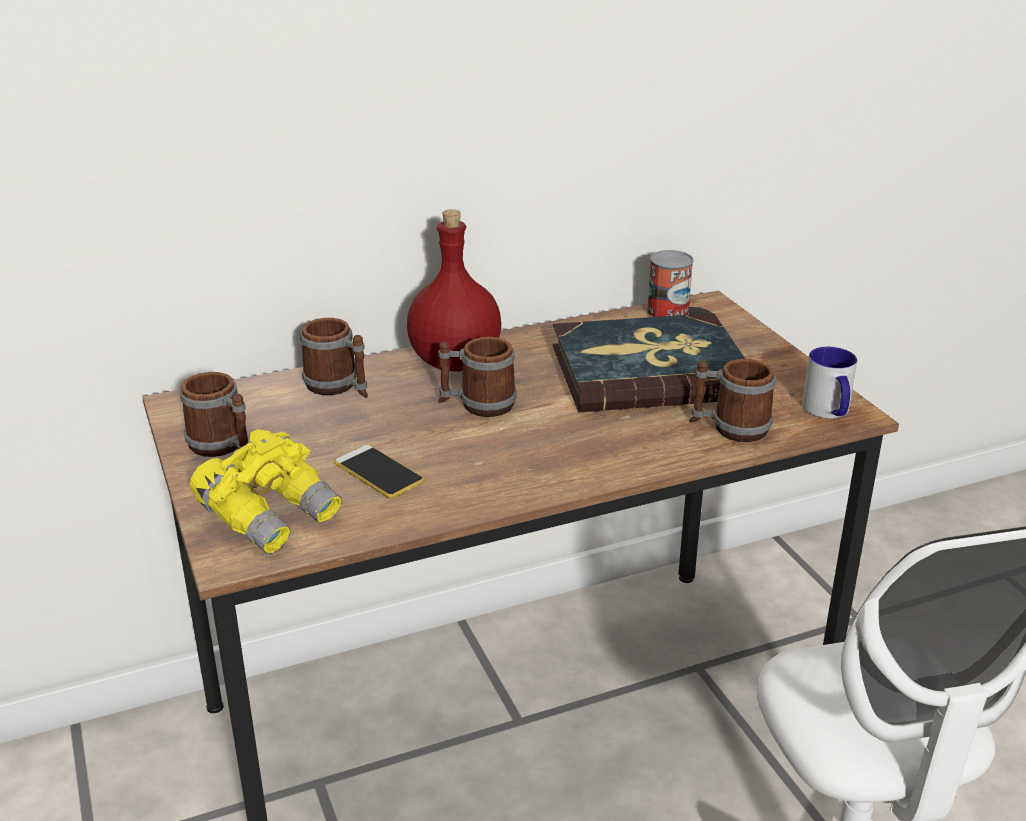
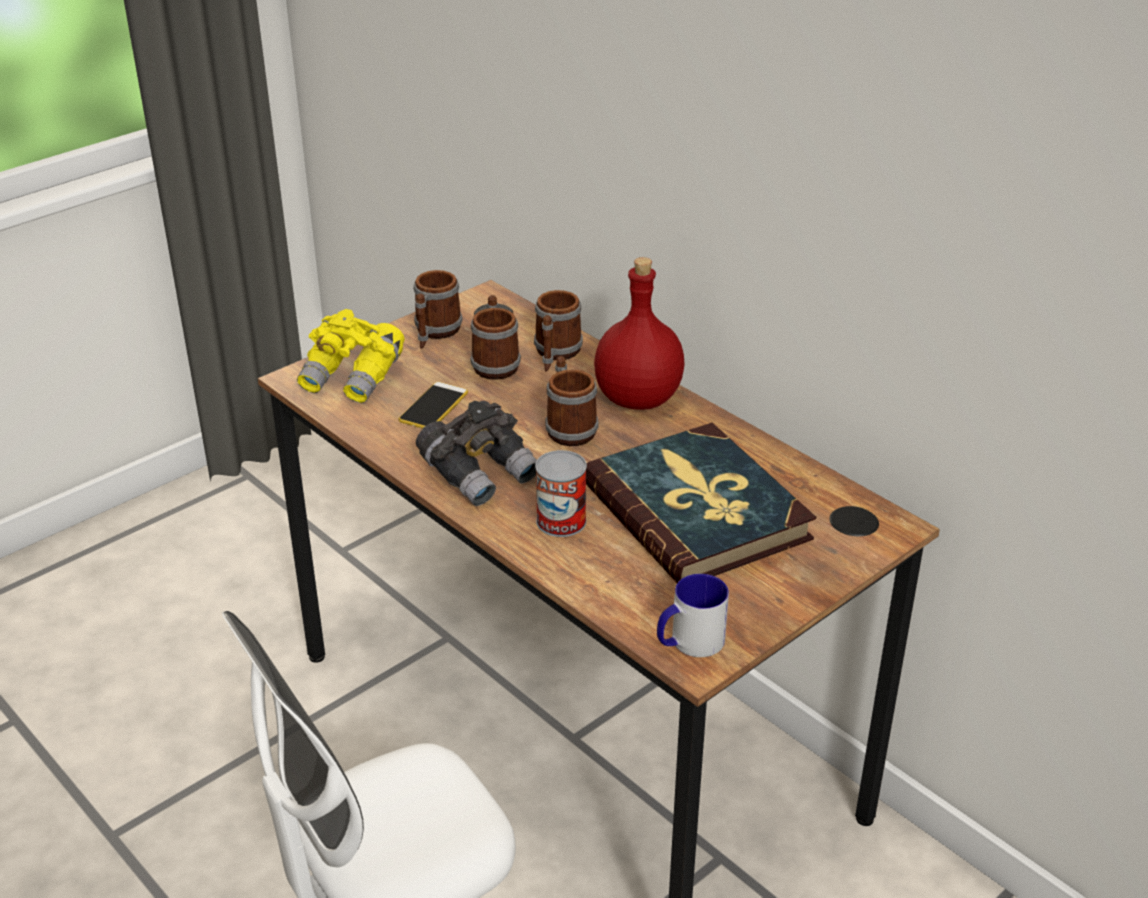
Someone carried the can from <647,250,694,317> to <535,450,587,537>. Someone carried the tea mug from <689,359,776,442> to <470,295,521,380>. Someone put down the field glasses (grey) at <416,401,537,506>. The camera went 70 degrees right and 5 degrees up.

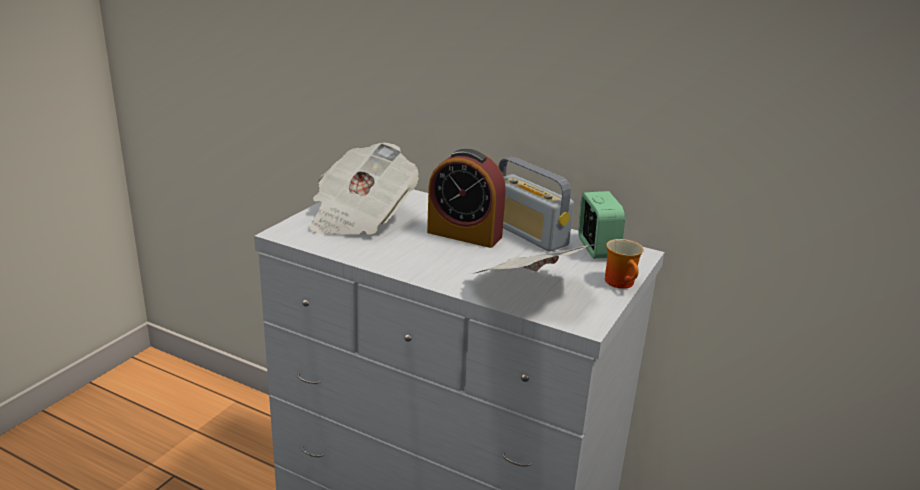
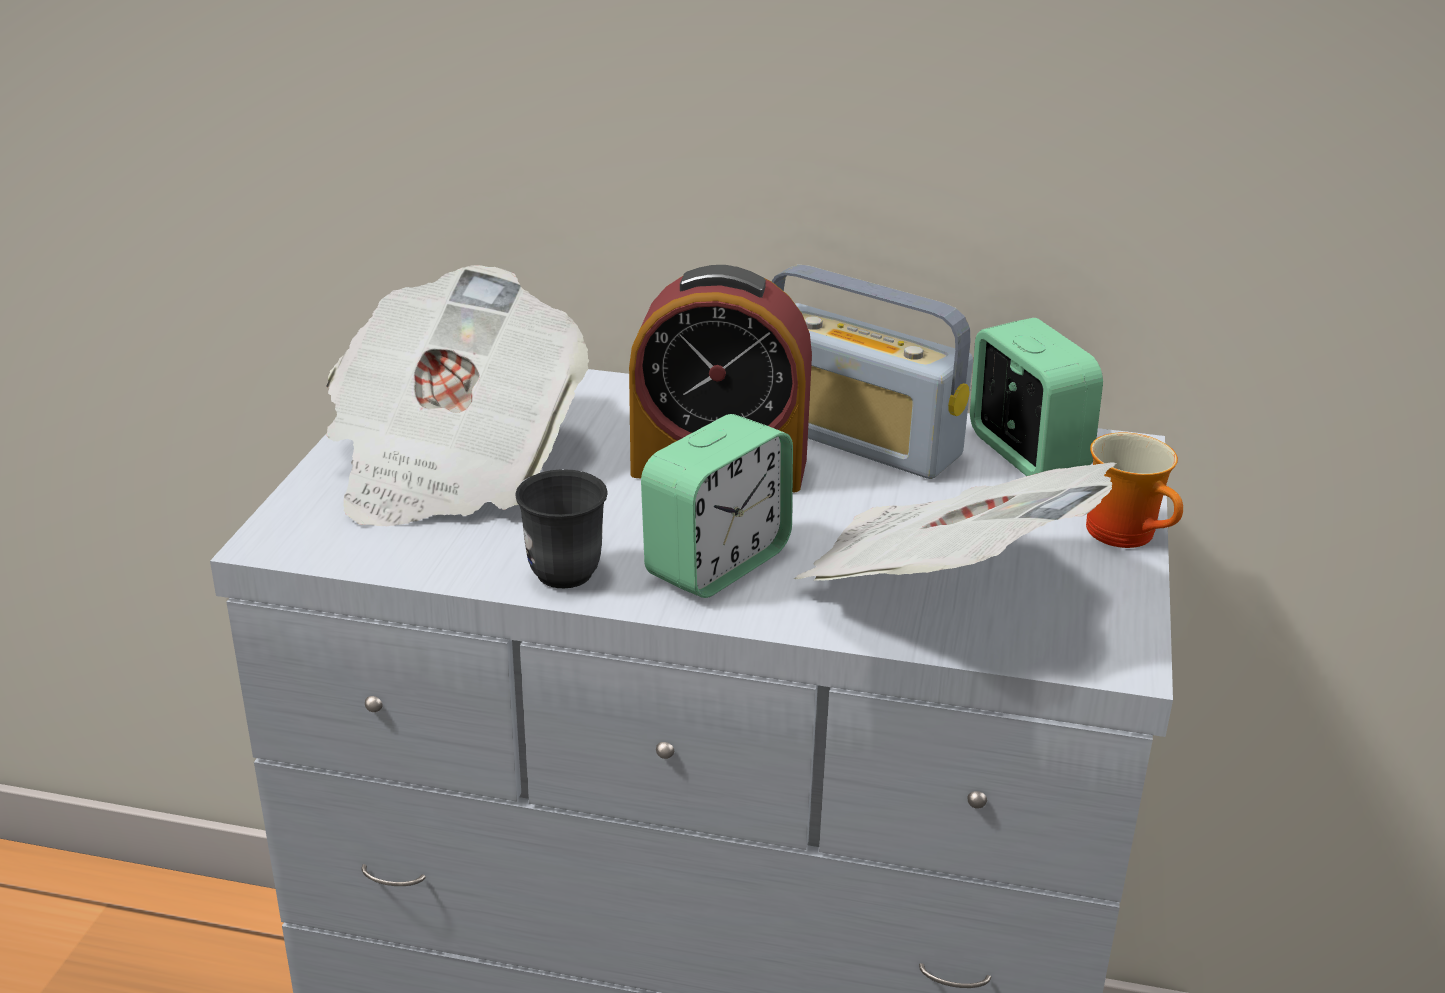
Someone put down the tea mug (grey) at <515,469,608,588>. Someone put down the alarm clock at <641,414,793,598>. The camera went 15 degrees left and 5 degrees up.

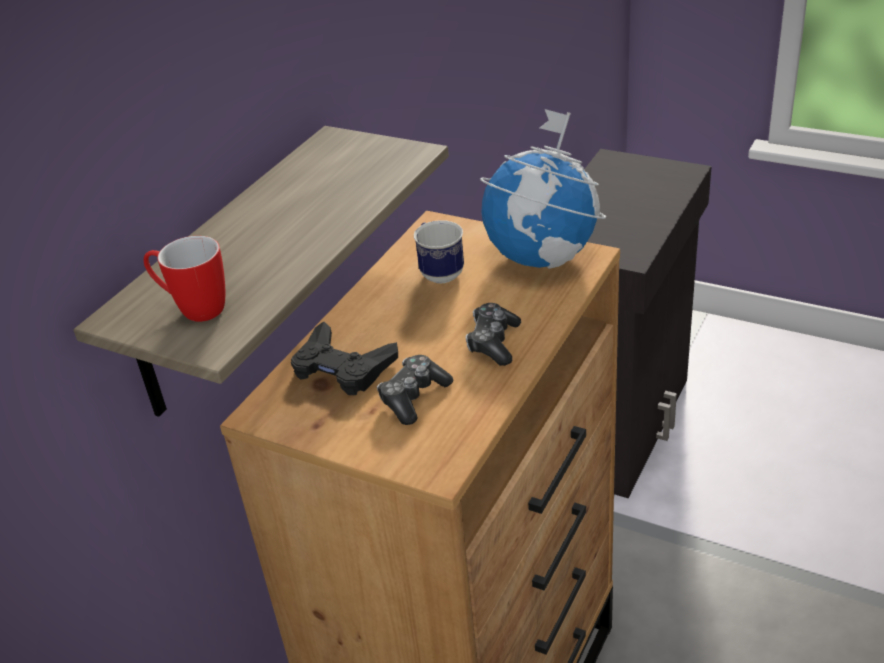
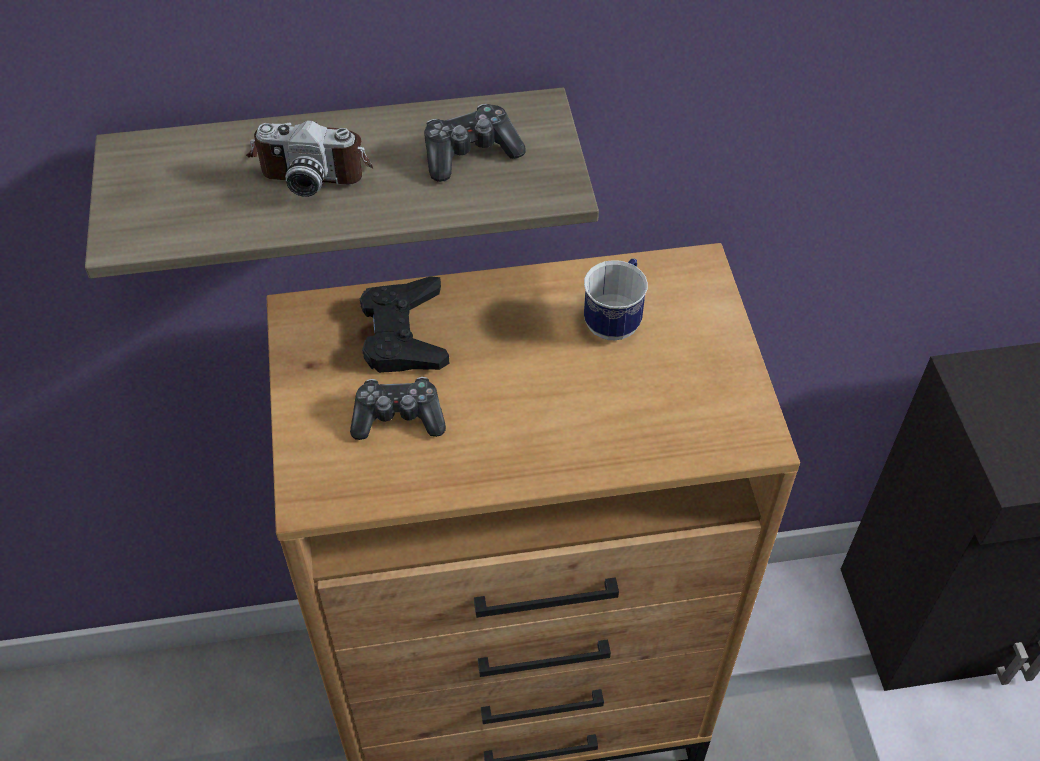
Someone took away the tea mug at <144,236,225,322>. Someone carried the gamepad from <465,303,521,366> to <424,104,526,182>. Someone took away the world globe at <480,109,606,268>. Someone put down the photo camera at <246,120,373,197>. The camera went 50 degrees right and 15 degrees up.

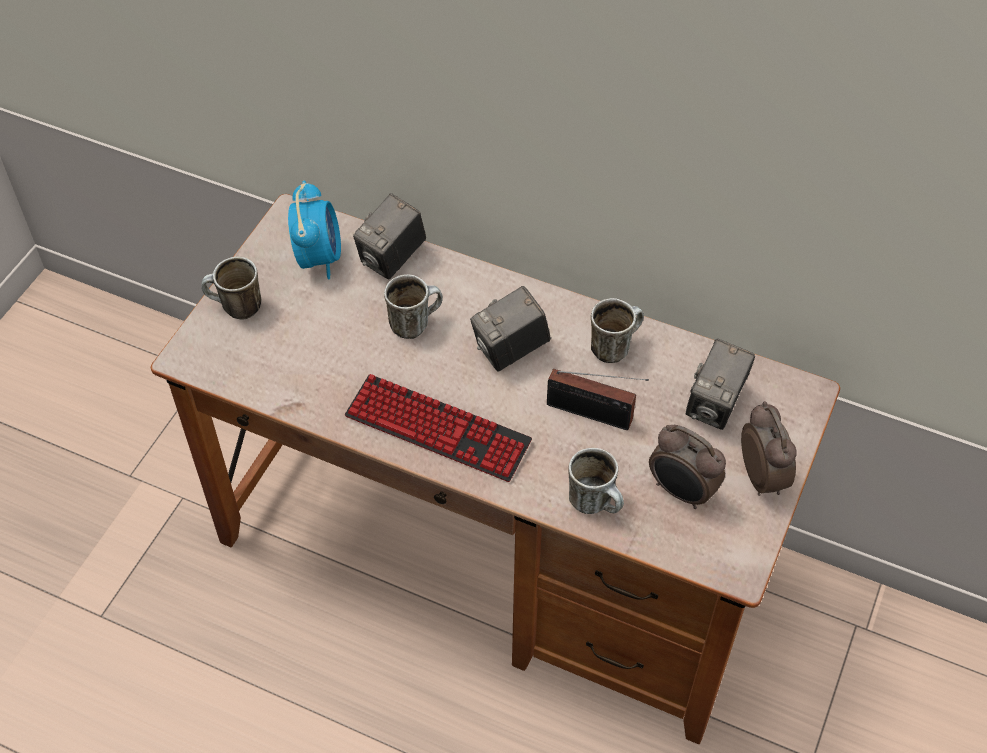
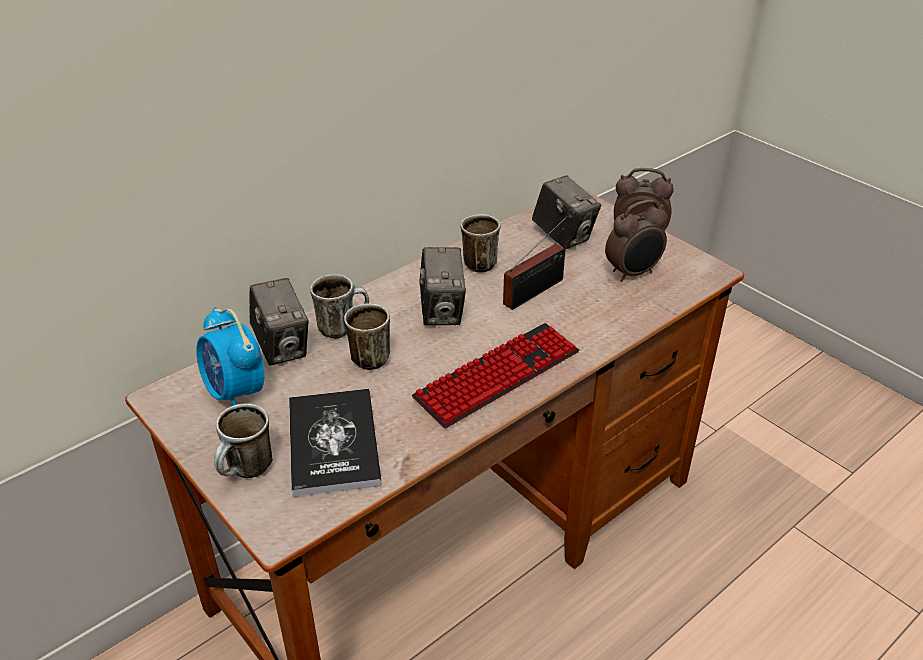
Someone rotated the alarm clock at <288,181,341,279> by 150 degrees counterclockwise. Someone carried the tea mug from <568,448,624,514> to <310,274,369,339>. Someone put down the book at <289,389,382,497>. The camera went 65 degrees left and 15 degrees down.

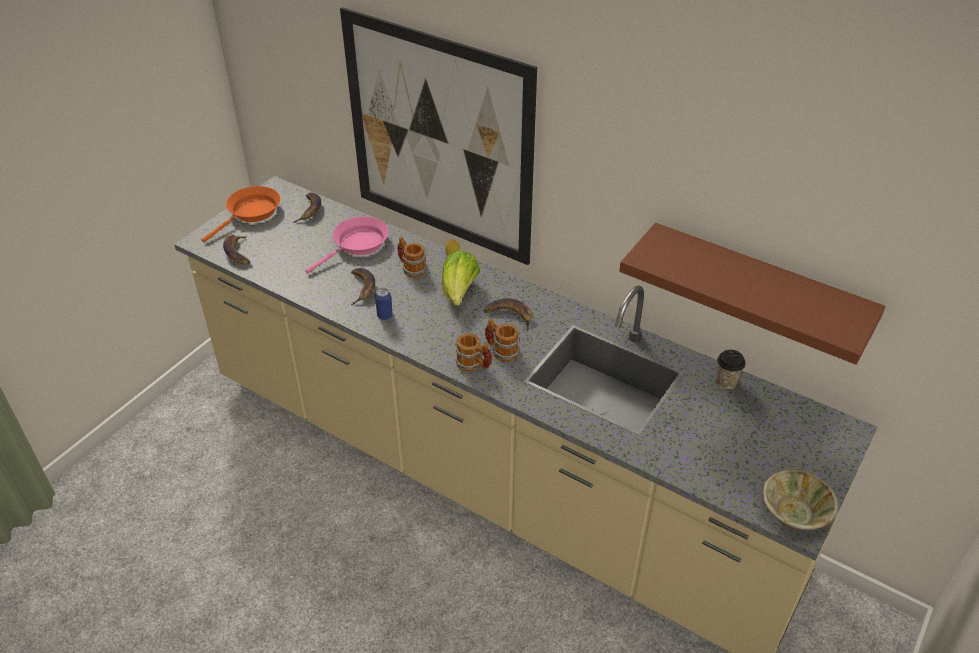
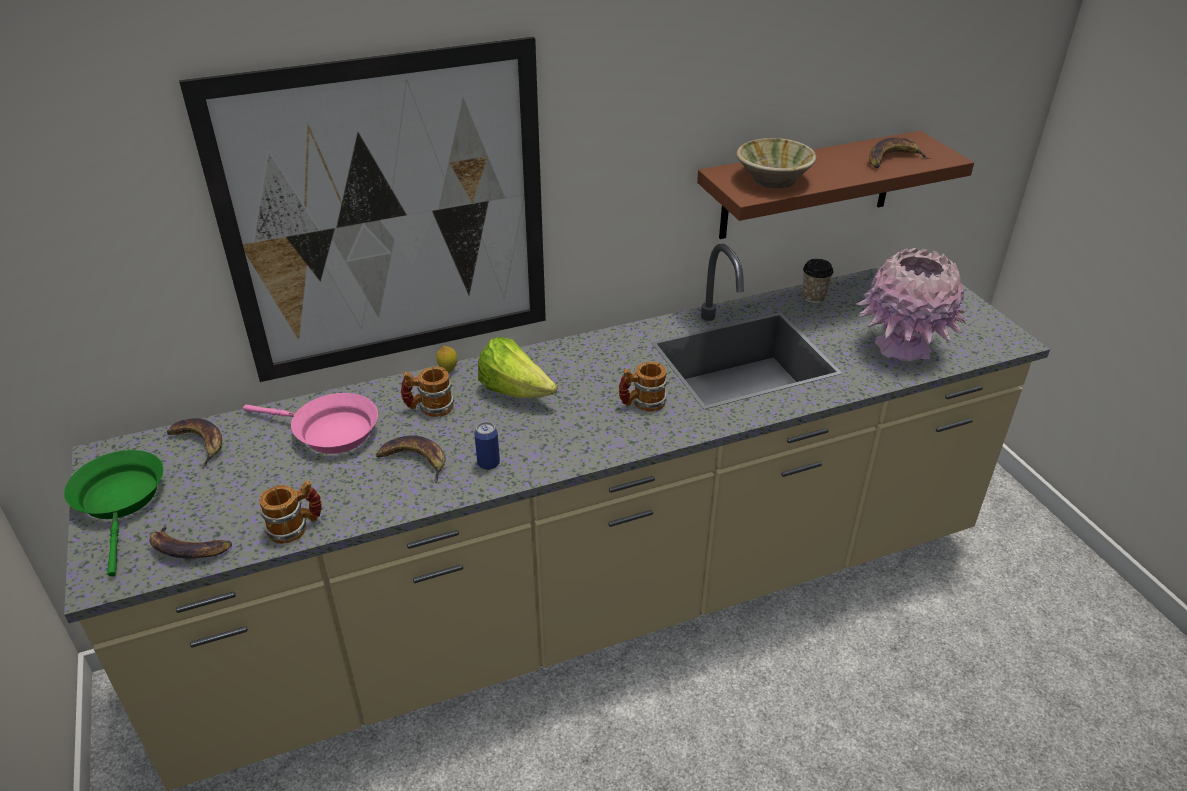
Someone repainted the skillet (orangey) at <201,186,280,242>, which became the skillet (greenish) at <64,450,163,577>. Someone rotated the skillet (pink) at <305,216,389,274> by 120 degrees clockwise. Someone carried the tea mug from <456,333,492,372> to <259,481,322,544>. Someone carried the banana fruit from <484,298,533,331> to <869,137,930,168>. Someone carried the bowl (sand-coloured) from <762,470,838,530> to <736,138,817,188>. Someone put down the flower vase (pink) at <857,248,966,361>. The camera went 55 degrees left and 5 degrees down.

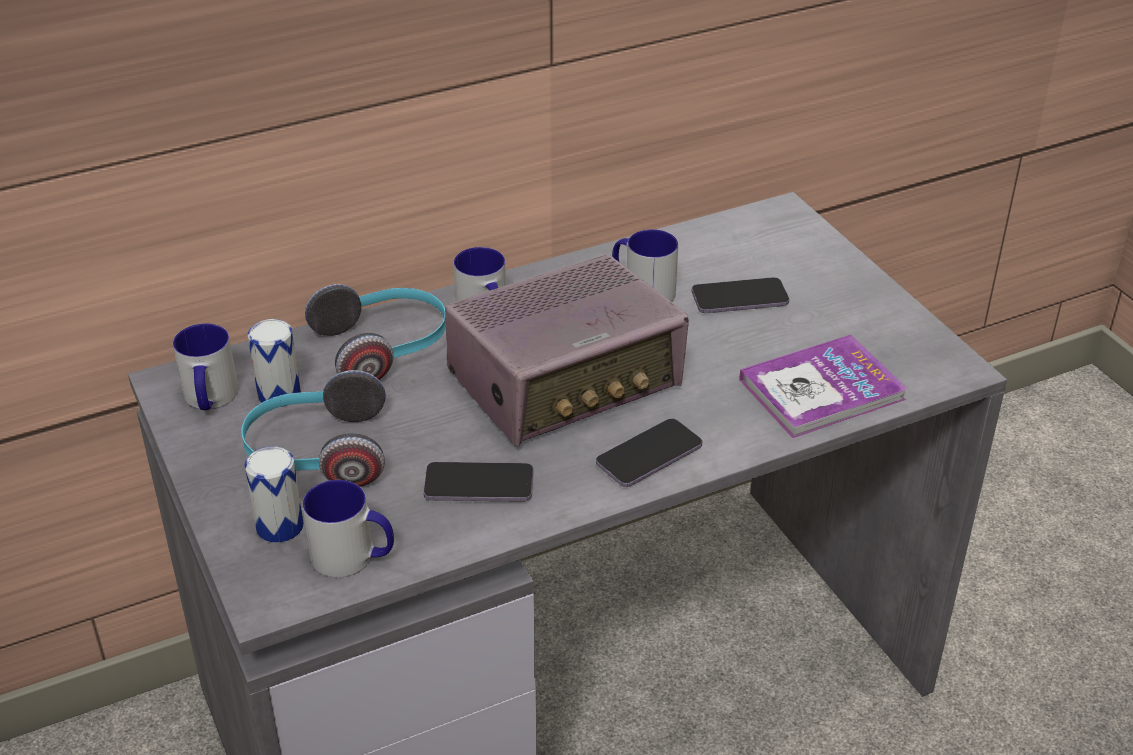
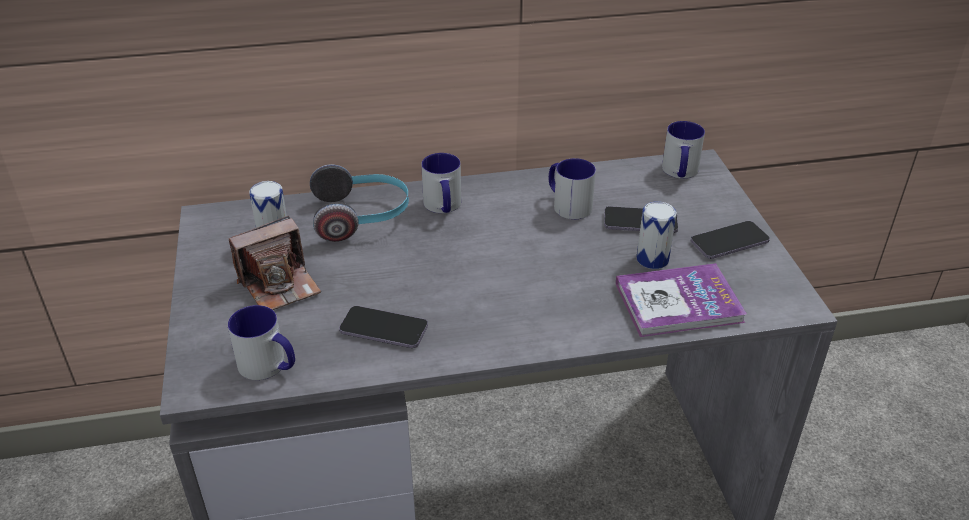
Someone carried the tea mug from <173,323,238,410> to <662,121,705,179>. Someone swapped the headphones at <241,370,386,487> for the photo camera at <229,216,321,310>. Someone carried the can from <244,446,304,543> to <636,201,677,269>. Someone took away the radio at <445,254,689,446>. Someone carried the handset from <596,418,702,487> to <691,221,770,259>. The camera went 15 degrees right and 0 degrees up.

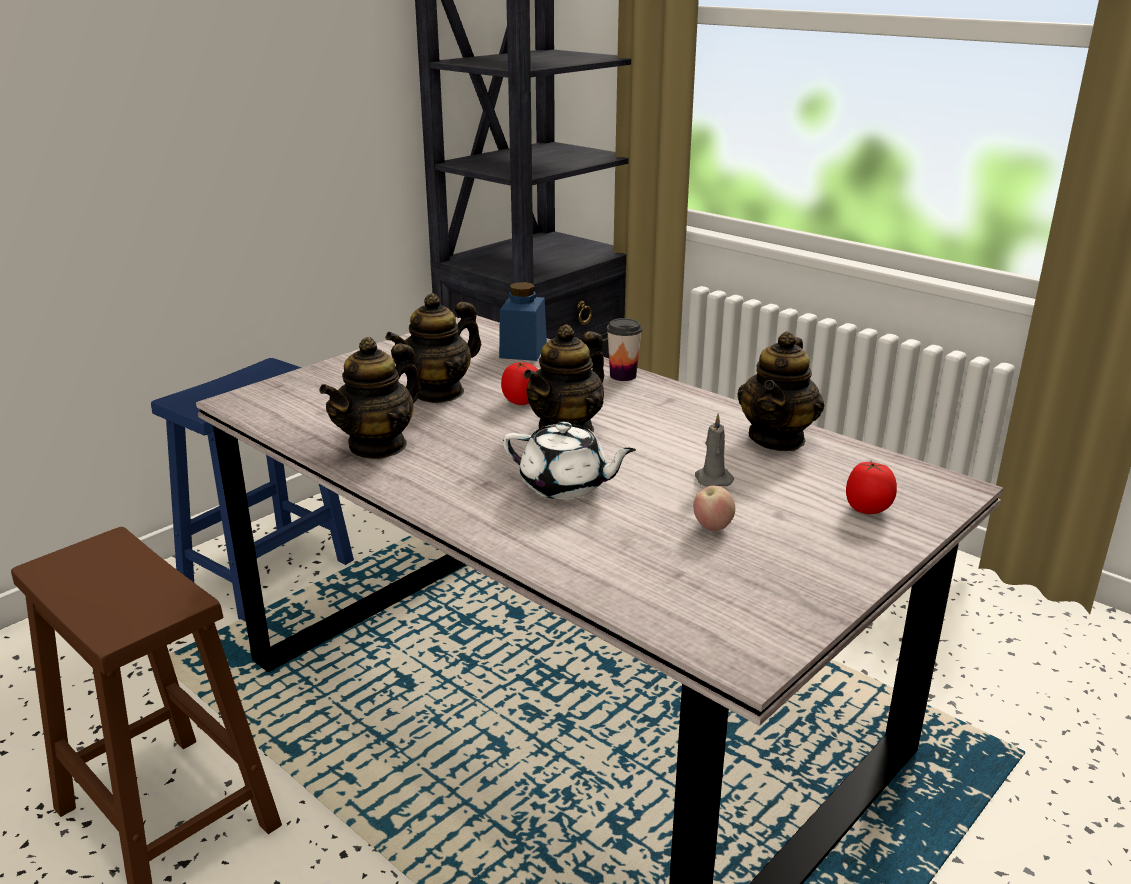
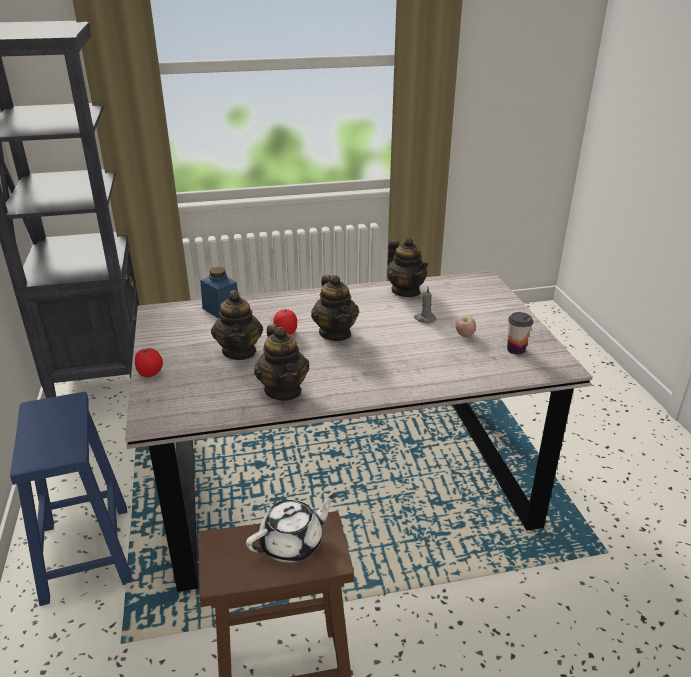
Someone carried the pot for tea (whitish) from <503,422,636,500> to <246,494,336,562>. Someone carried the drinking cup from <607,318,642,381> to <507,312,533,355>. Someone carried the fresh tomato from <846,461,897,514> to <135,348,163,377>. The camera went 55 degrees left and 5 degrees up.

